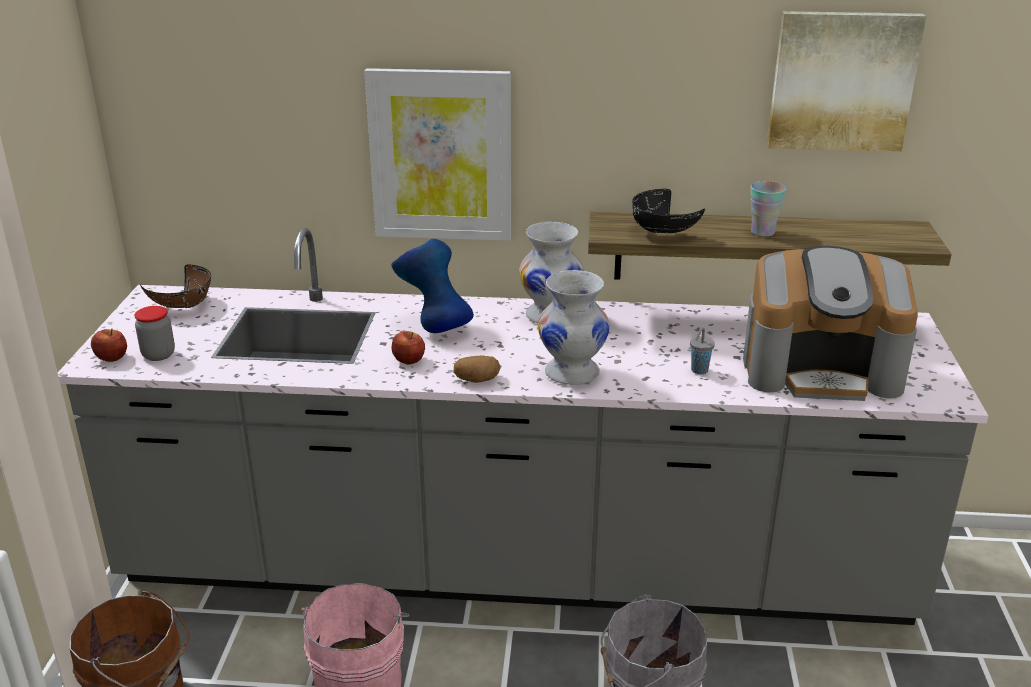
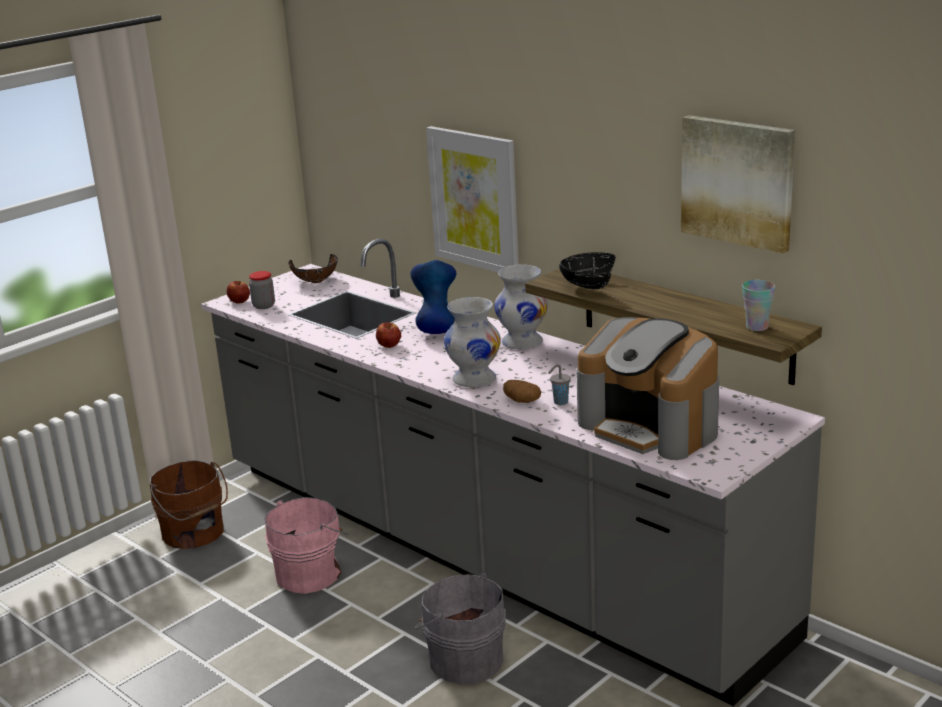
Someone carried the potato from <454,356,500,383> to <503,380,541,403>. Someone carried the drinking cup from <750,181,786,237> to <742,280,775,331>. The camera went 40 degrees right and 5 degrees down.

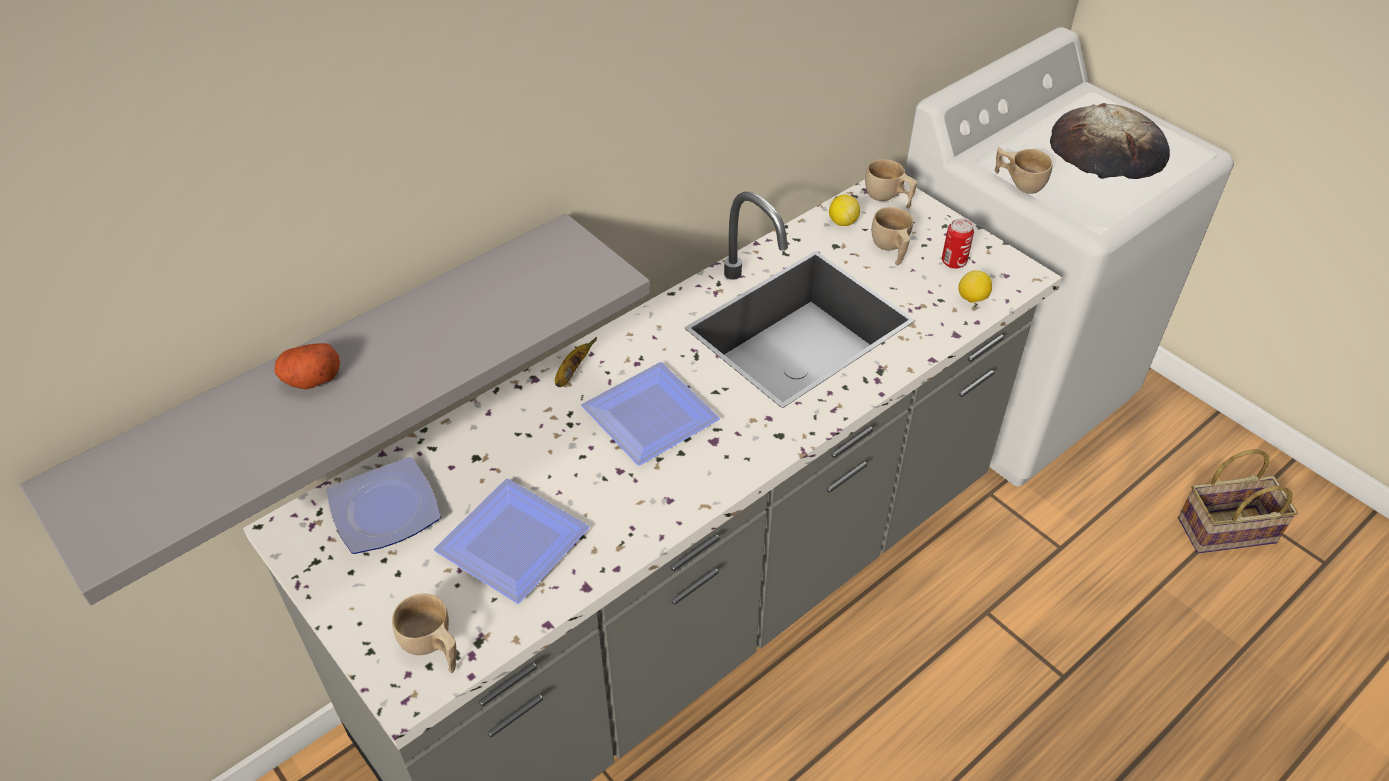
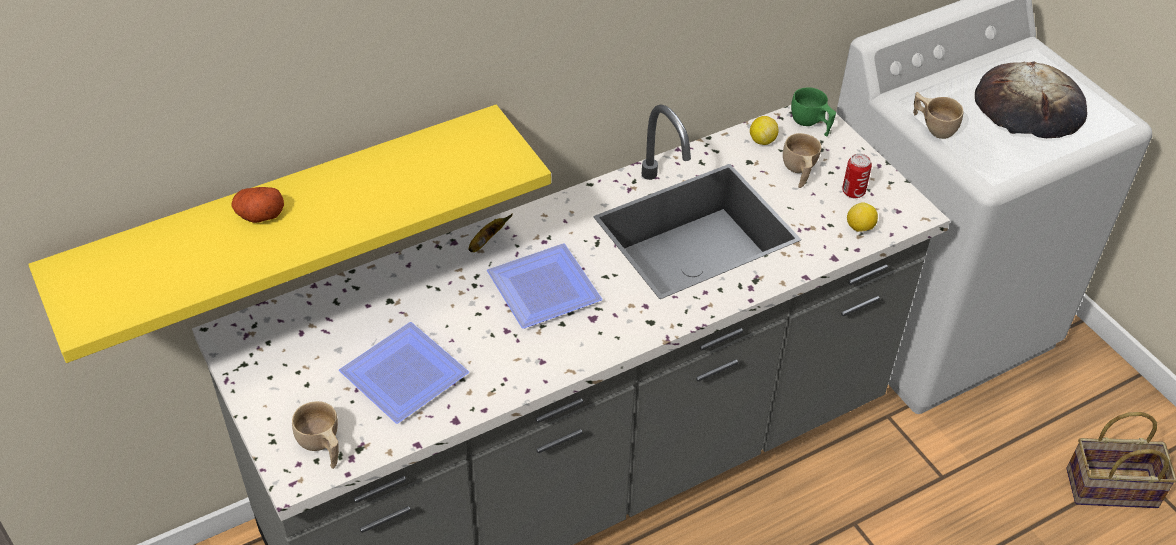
Someone repainted the wall shelf (grey) at <20,213,650,605>, which became the wall shelf (yellow) at <28,105,551,363>. Someone took away the dinner plate at <326,457,441,554>. Someone repainted the drinking cup (sand-coloured) at <865,159,917,209>, which became the drinking cup (greenish) at <791,87,836,137>. The camera went 10 degrees right and 0 degrees up.

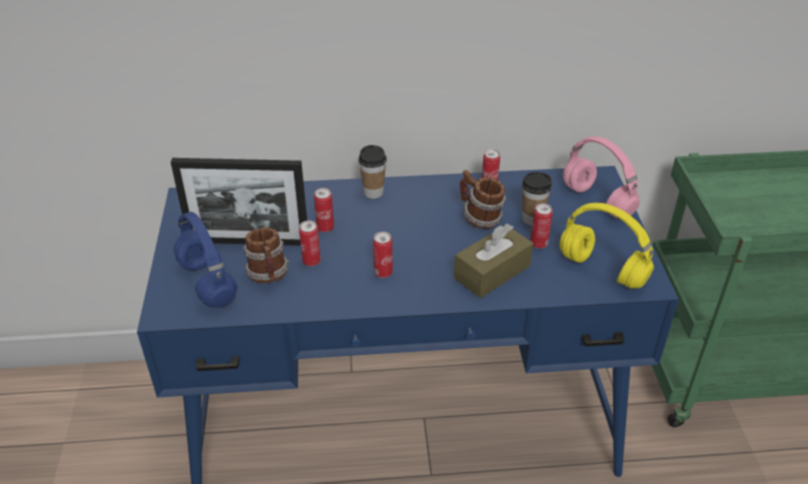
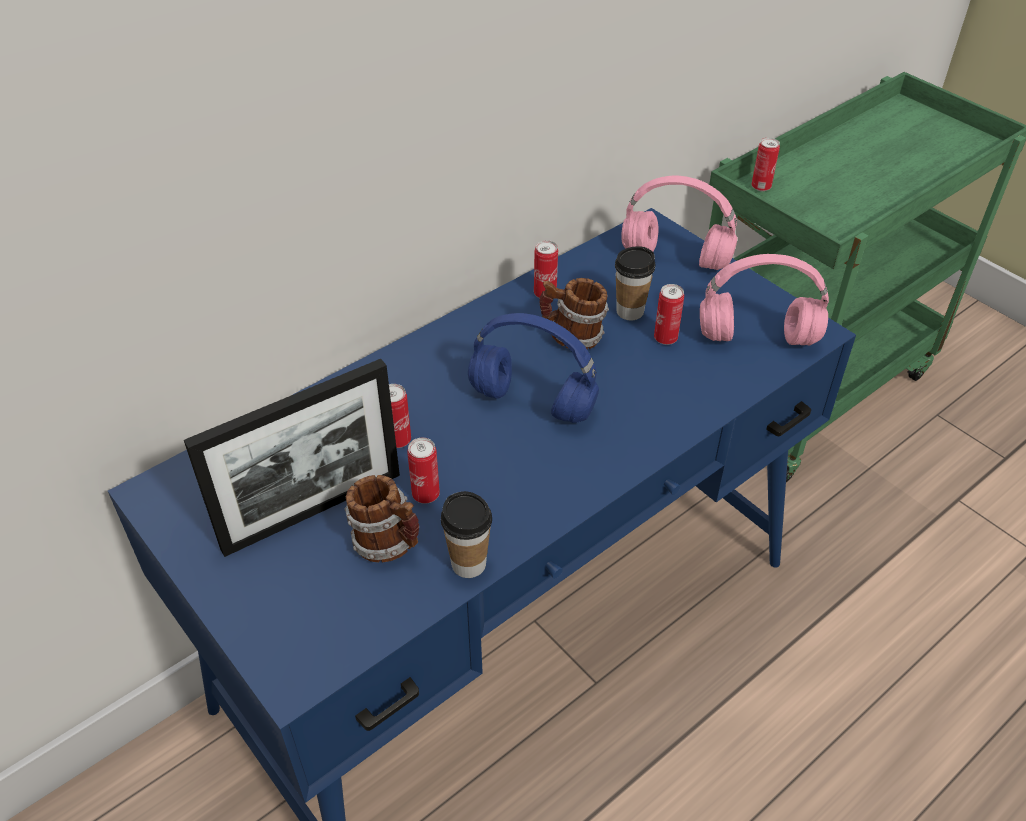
Someone carried the headphones (blue) from <174,212,237,308> to <468,313,599,423>. Someone carried the drinking cup from <359,145,387,199> to <441,491,492,578>. Someone carried the can from <373,232,393,278> to <752,137,780,191>. Someone took away the tissue box (brown) at <454,223,533,298>. Someone repainted the headphones (yellow) at <560,203,654,289>, which became the headphones (pink) at <700,254,829,345>. The camera went 35 degrees left and 5 degrees up.

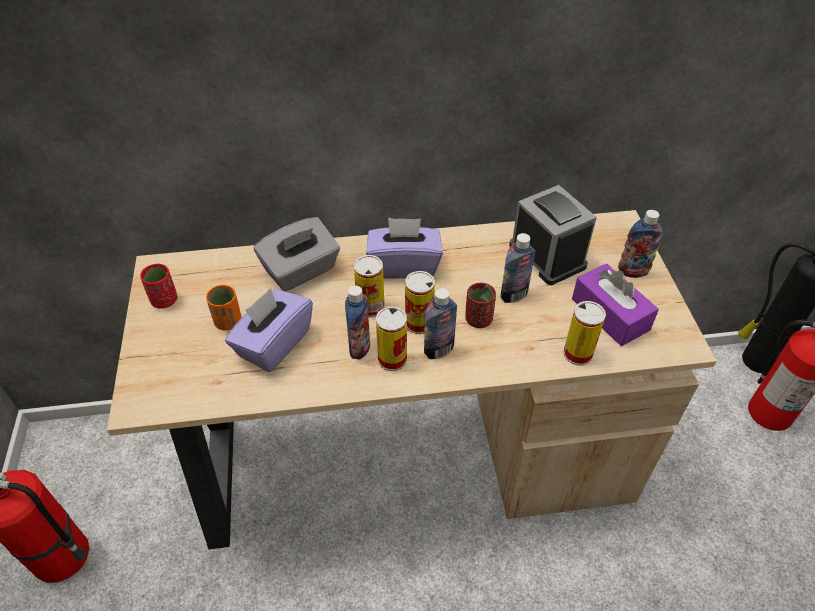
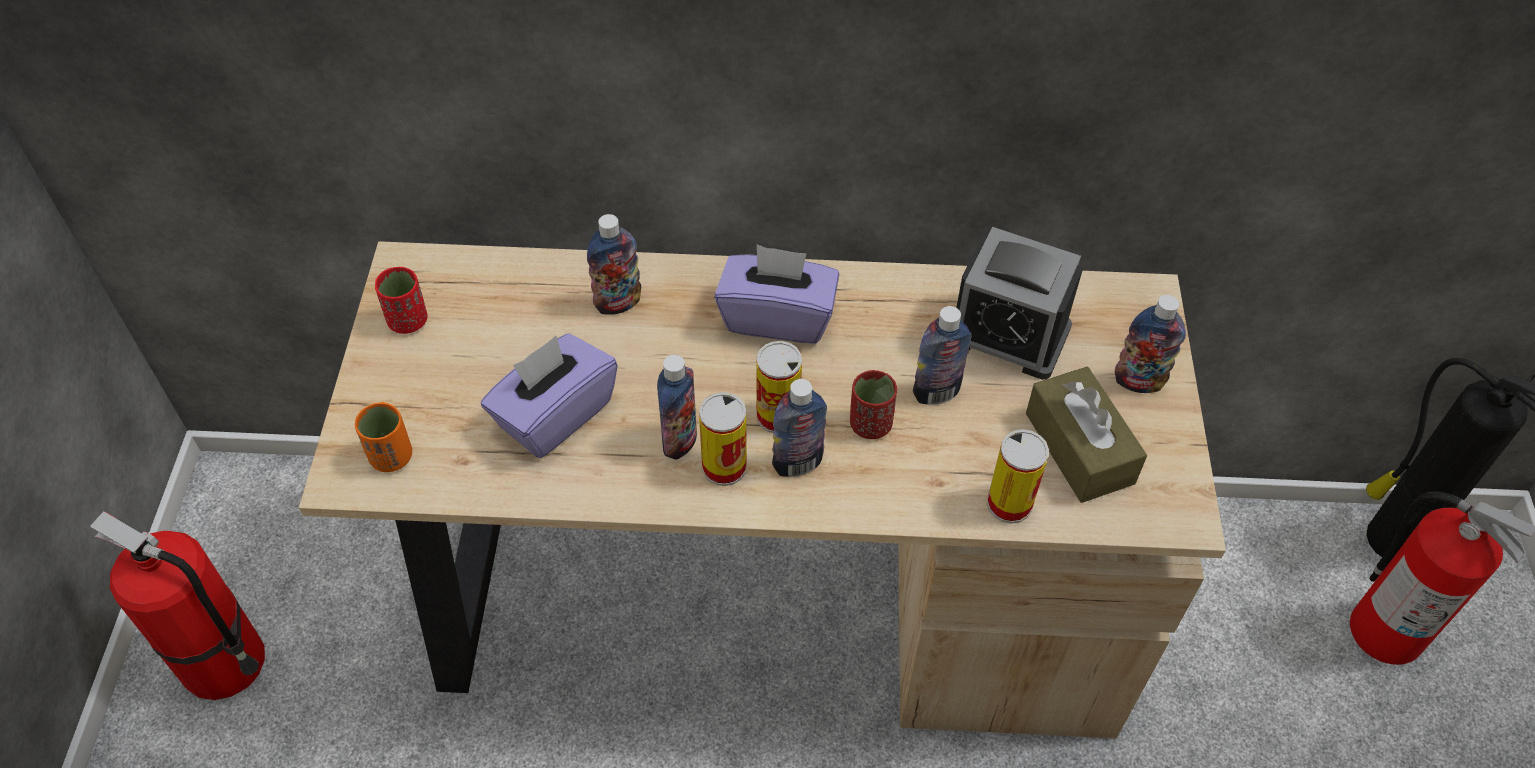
Someone carried the drinking cup (orangey) from <206,284,242,331> to <355,402,412,472>. Someone swapped the tissue box (grey) at <254,217,340,291> for the bottle at <587,214,641,315>. Someone took away the can at <354,255,385,318>. Someone rotated the alarm clock at <509,185,597,285> by 135 degrees clockwise. Someone repainted the tissue box (purple-coloured) at <572,263,659,346>, which became the tissue box (brown) at <1026,367,1147,503>. The camera went 10 degrees right and 5 degrees up.

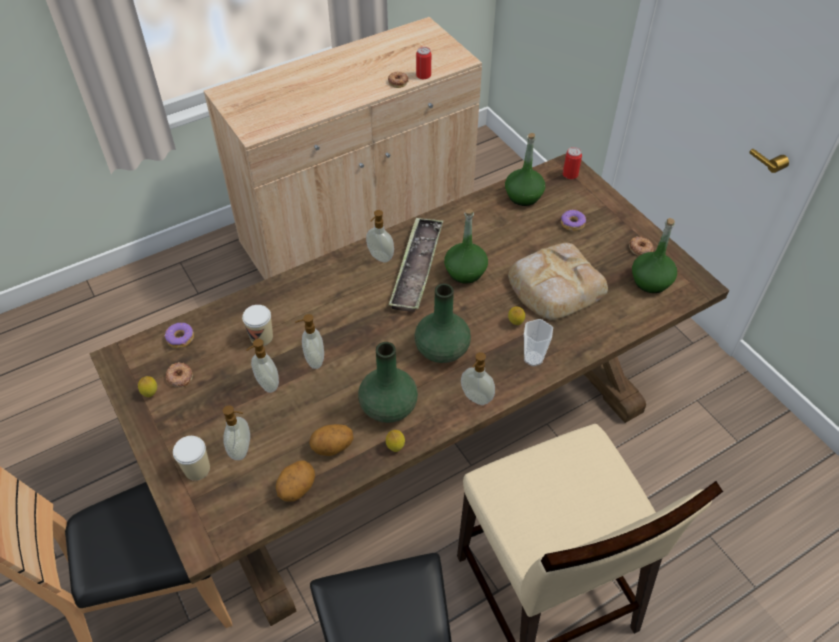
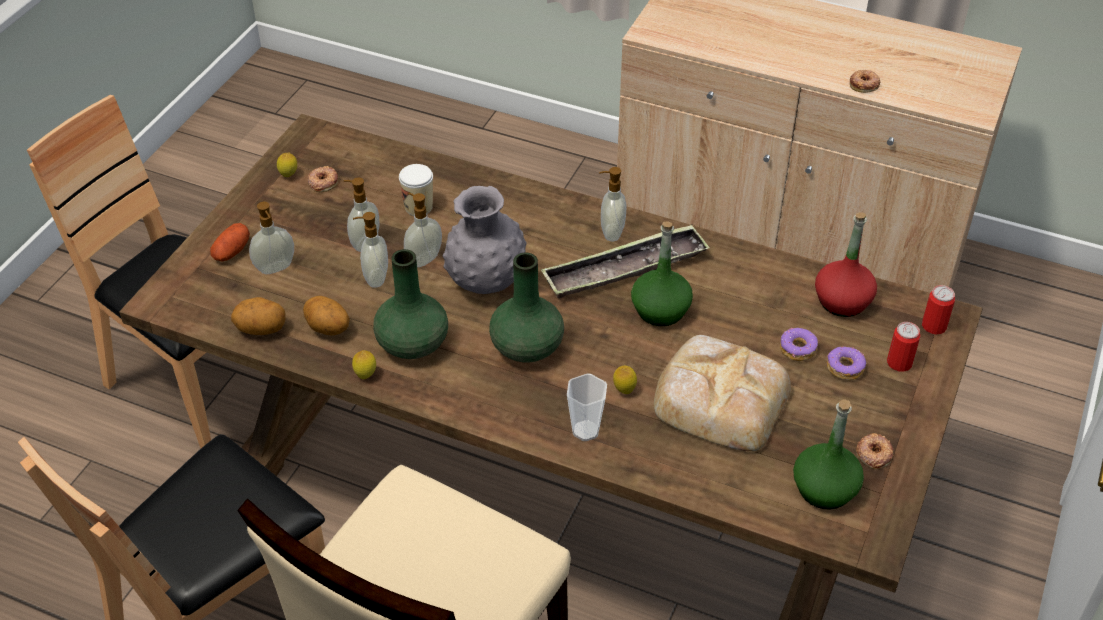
Someone carried the doughnut from <164,323,194,348> to <780,328,818,361>. Someone swapped the drinking cup at <173,436,210,480> for the potato at <210,223,250,262>. Someone carried the can from <416,47,431,79> to <887,322,920,372>. Someone carried the liquid soap bottle from <461,352,495,405> to <353,212,388,288>. Someone repainted the bottle (greenish) at <505,133,545,206>, which became the bottle (red) at <815,212,877,317>. Someone put down the flower vase (grey) at <443,186,527,294>. The camera went 55 degrees right and 5 degrees down.

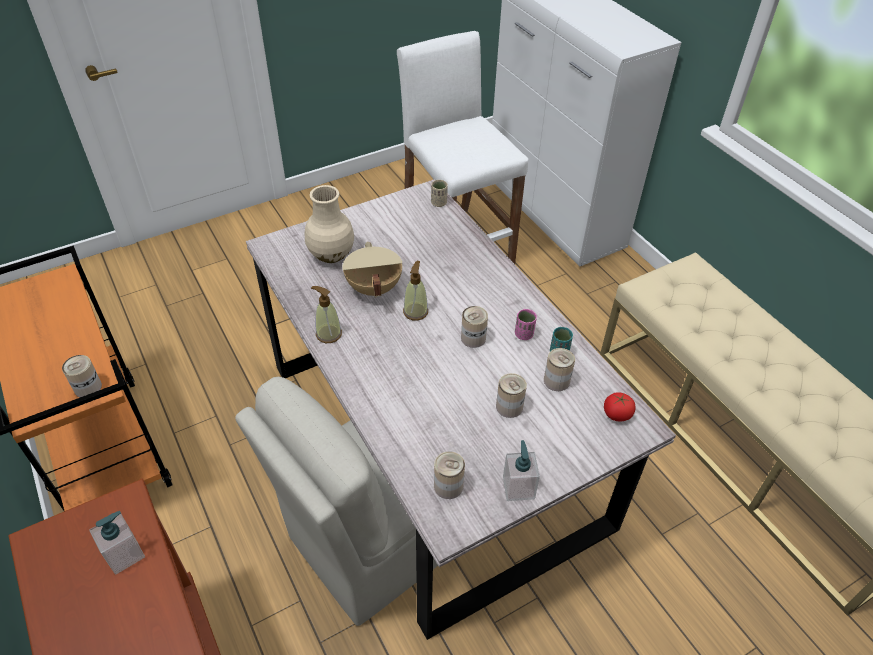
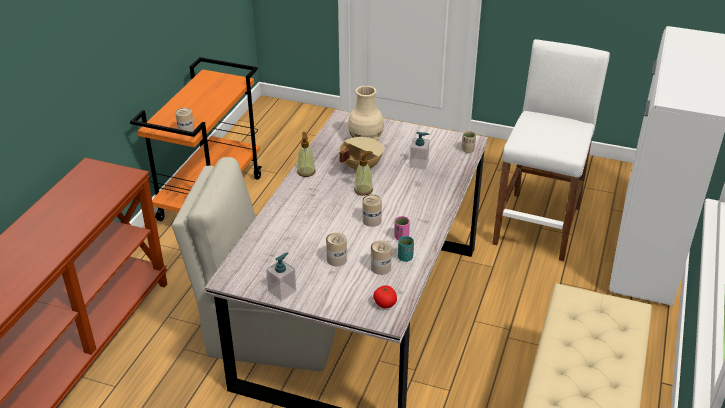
Someone carried the liquid soap bottle from <89,511,145,575> to <410,132,430,169>. Someone took away the can at <434,451,465,499>. The camera went 50 degrees right and 10 degrees down.

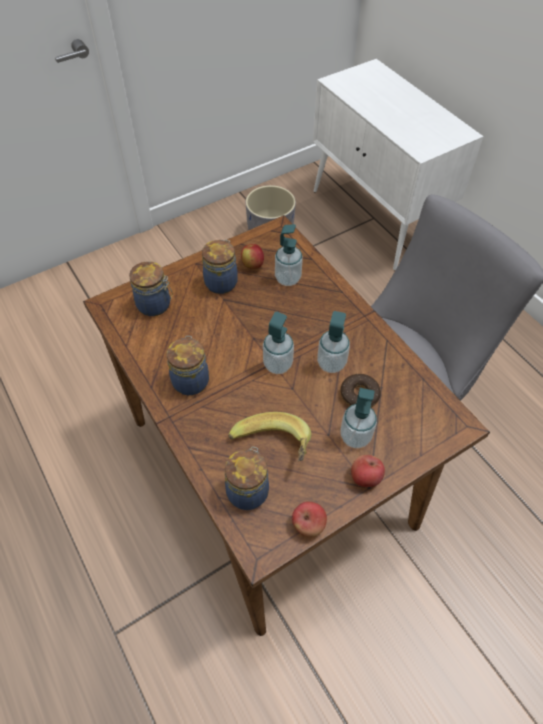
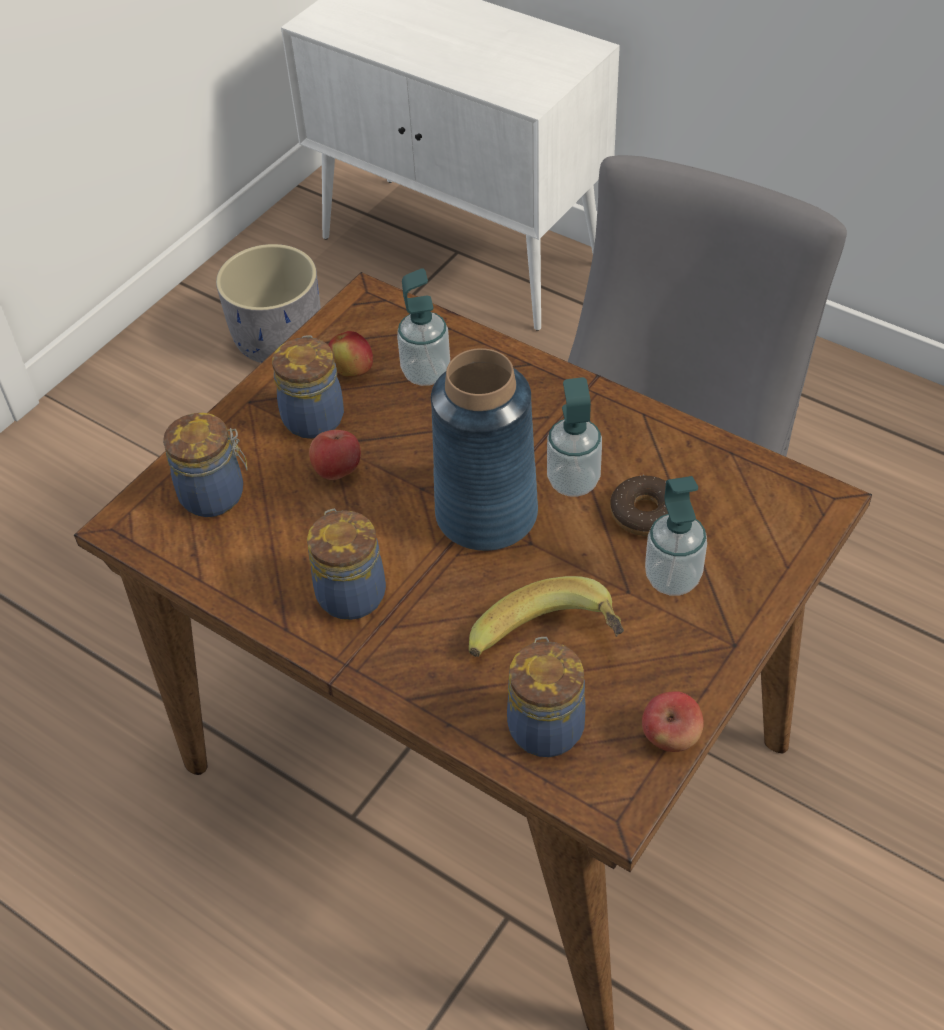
Someone swapped the liquid soap bottle at <263,312,294,374> for the flower vase (blue) at <431,348,538,551>. Someone carried the apple fruit from <351,455,385,487> to <309,430,361,480>. The camera went 20 degrees left and 5 degrees down.

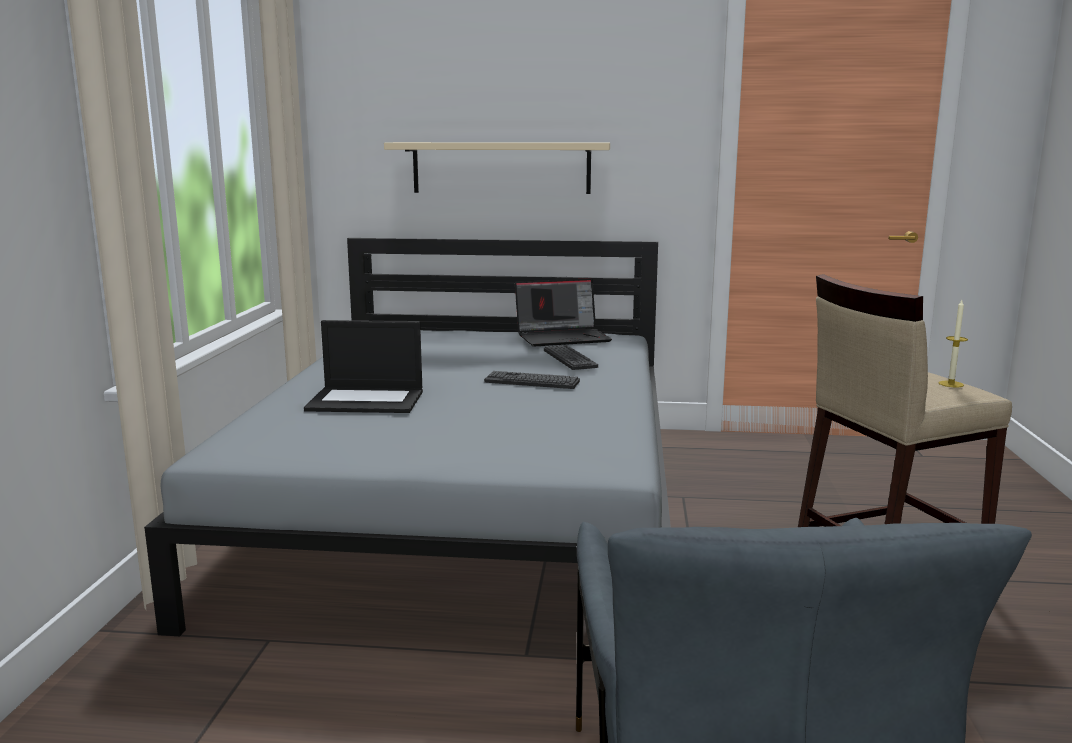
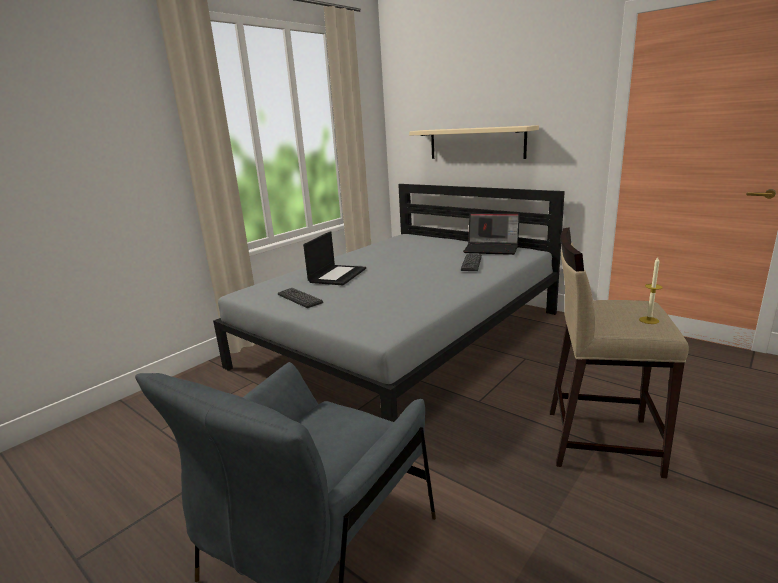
Someone rotated the portable computer at <304,320,423,413> by 105 degrees counterclockwise. Someone carried the keyboard from <484,371,580,389> to <278,288,323,308>. The camera went 35 degrees right and 5 degrees up.

